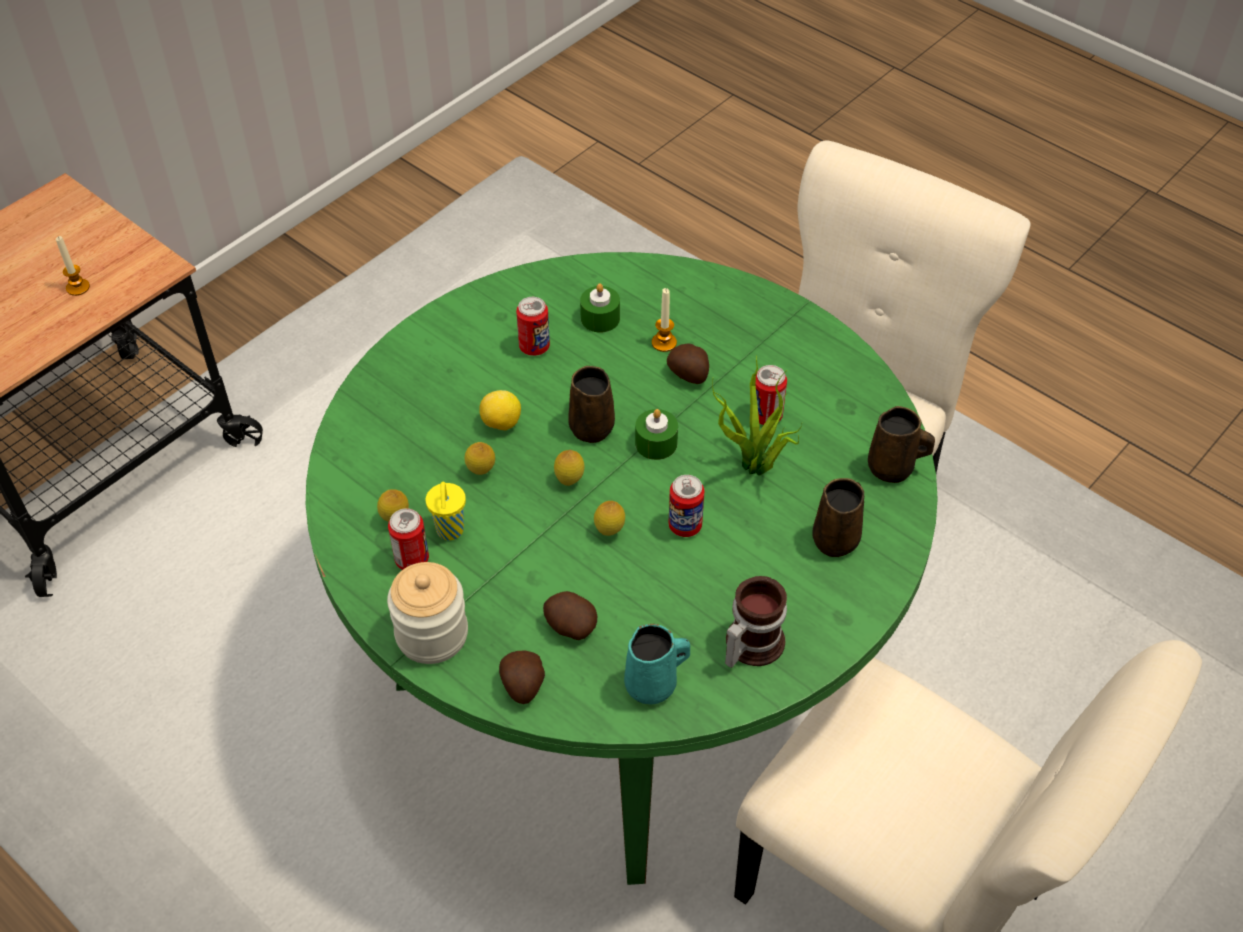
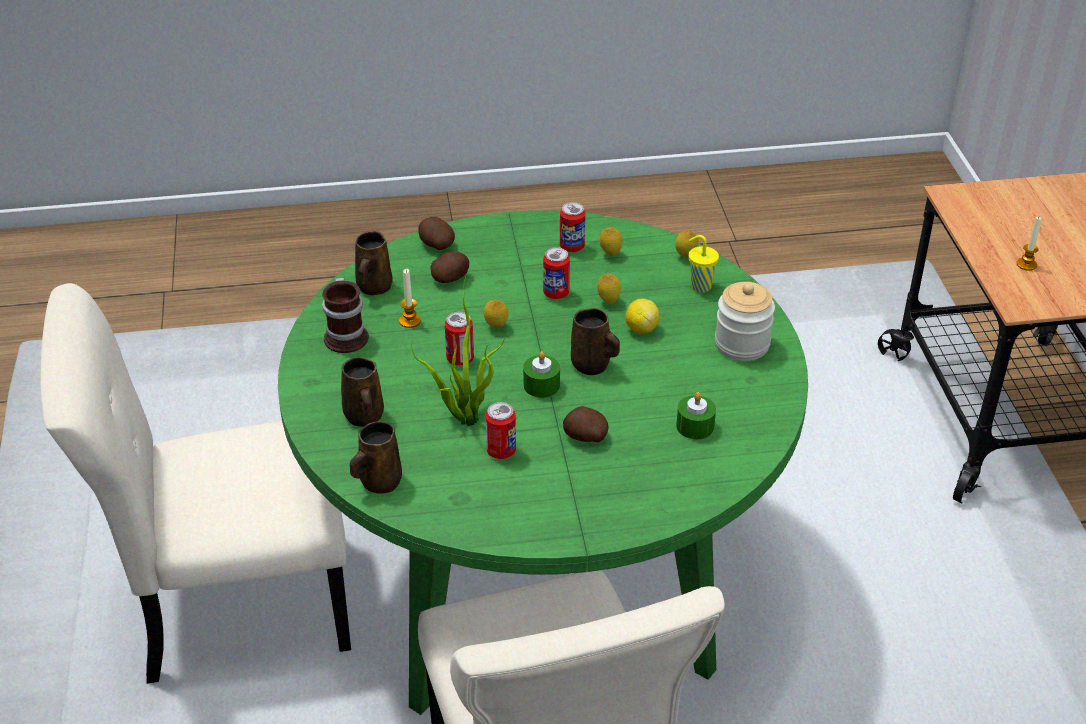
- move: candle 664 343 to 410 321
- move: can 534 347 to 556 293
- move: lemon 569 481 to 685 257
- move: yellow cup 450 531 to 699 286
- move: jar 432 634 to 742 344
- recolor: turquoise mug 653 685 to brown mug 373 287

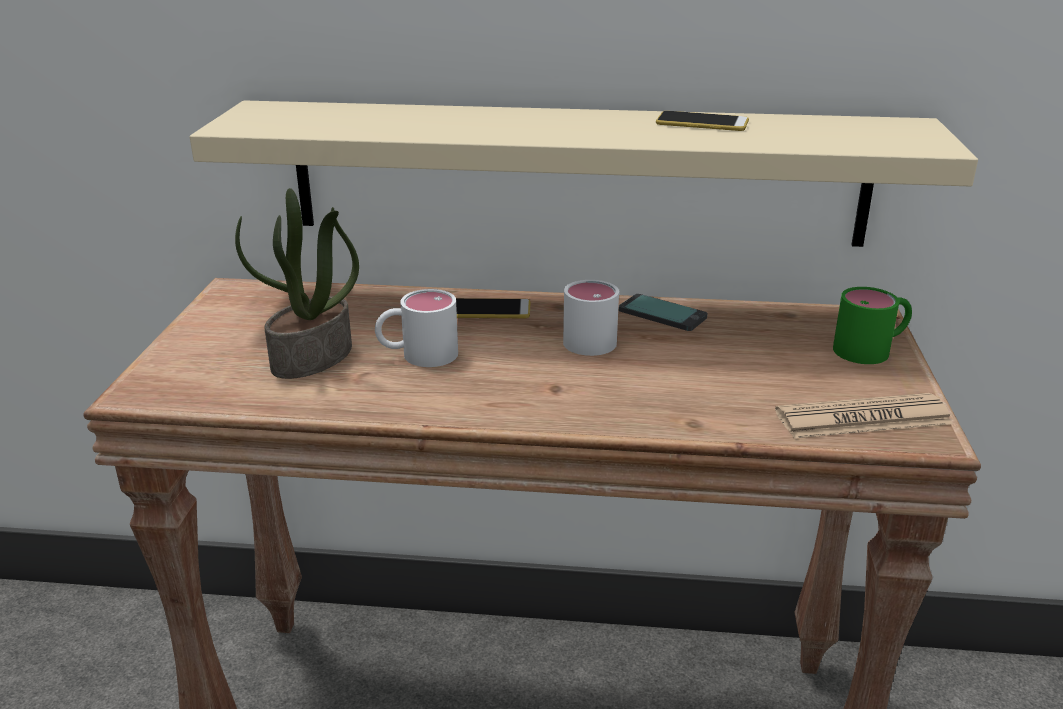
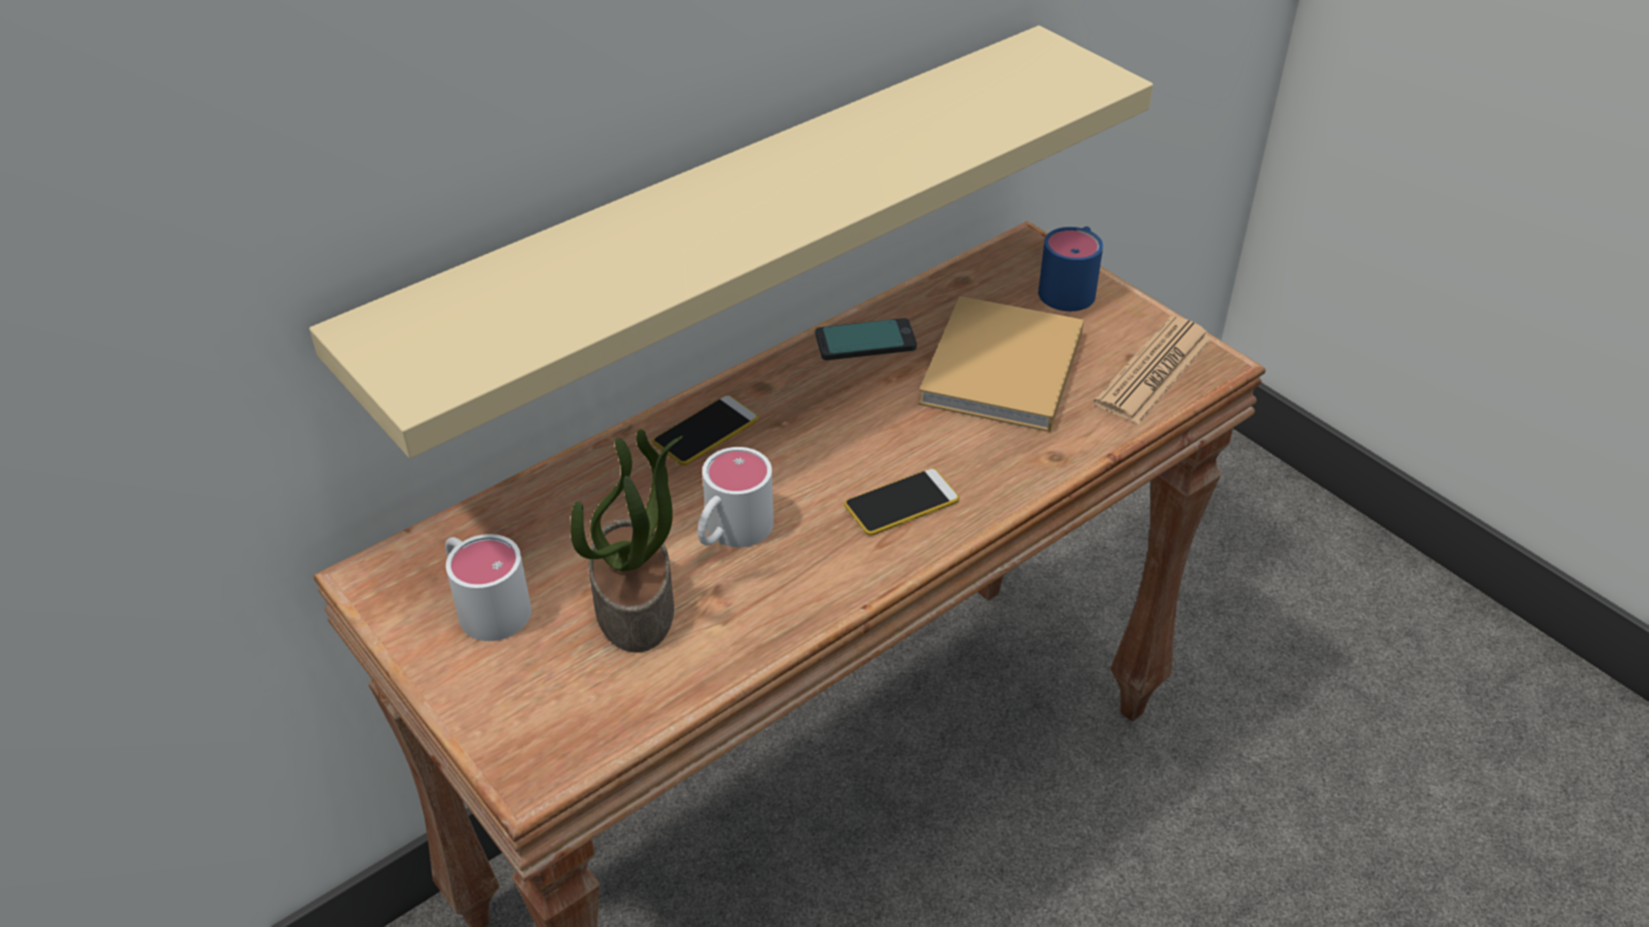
- move: phone 702 122 to 901 503
- move: white mug 589 337 to 485 604
- recolor: green mug 872 349 to blue mug 1071 286
- insert: beige book 1001 372

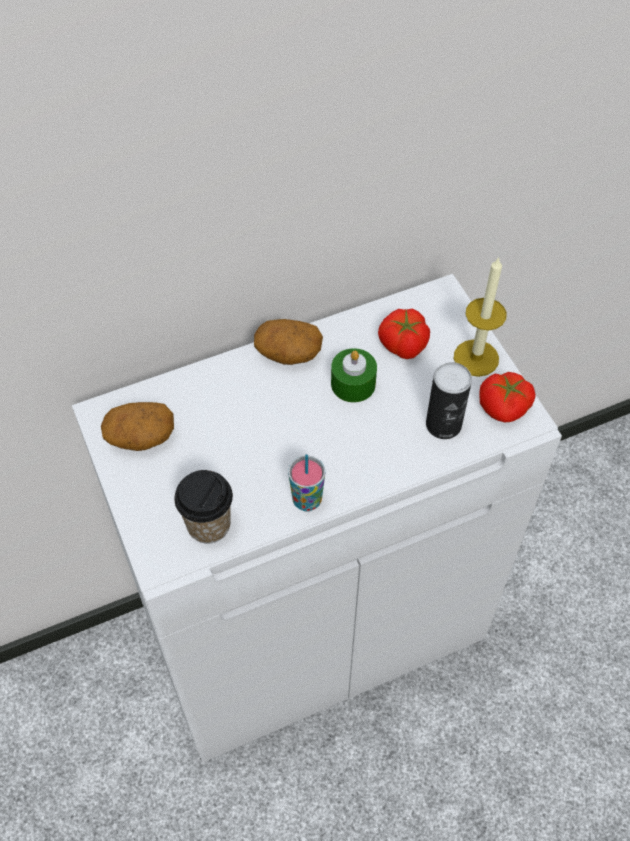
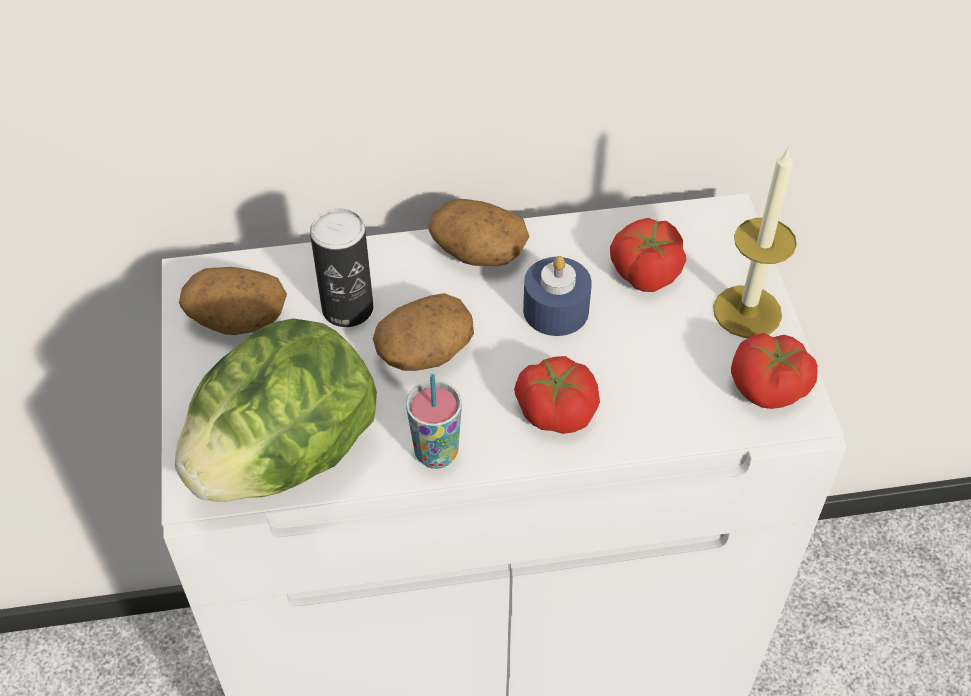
- recolor: green candle 353 384 to blue candle 556 310
- move: can 443 424 to 347 308
- replace: cup 208 525 to lettuce 286 455
- insert: potato 425 351
- insert: tomato 556 409

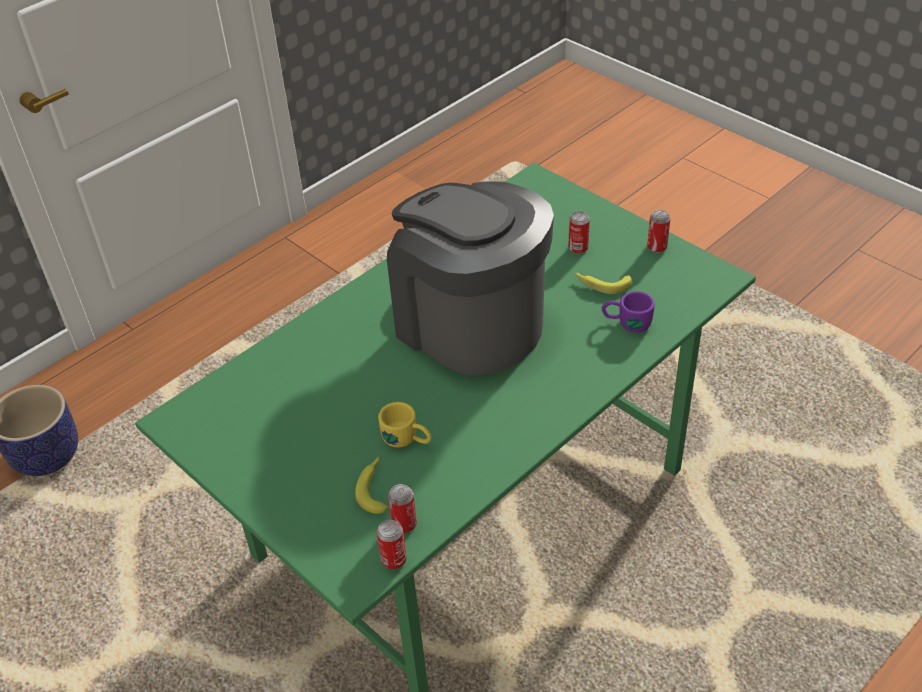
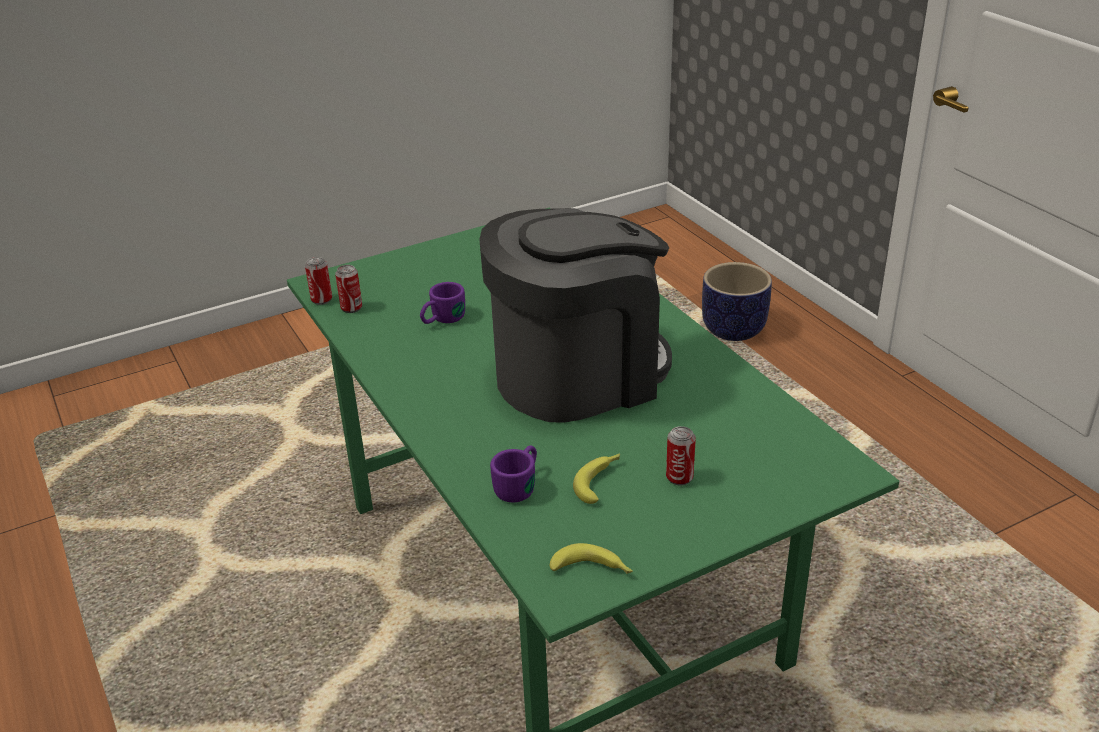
- delete: can 657 247
- recolor: yellow mug 407 439 to purple mug 442 320
- move: banana 375 488 to 593 570

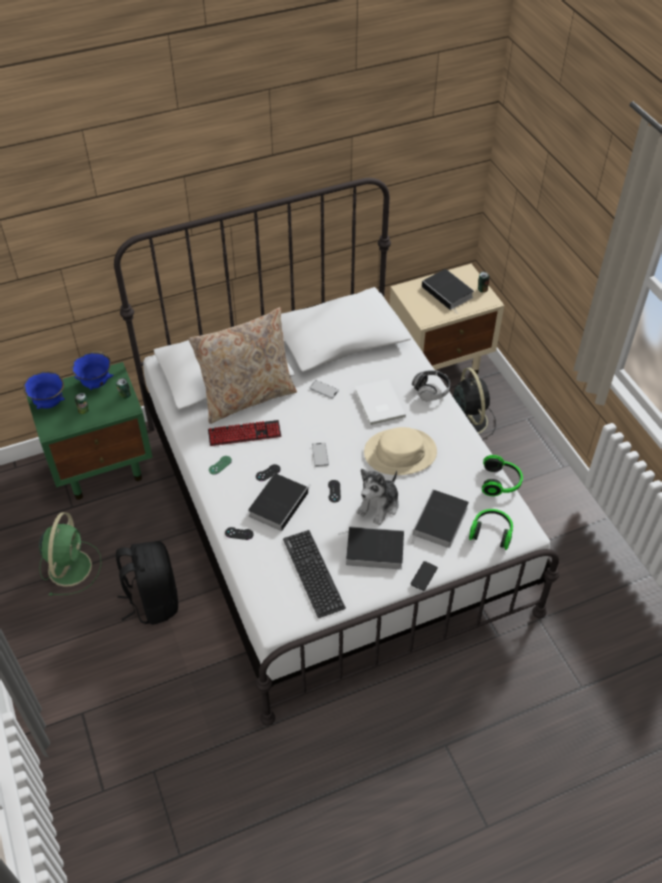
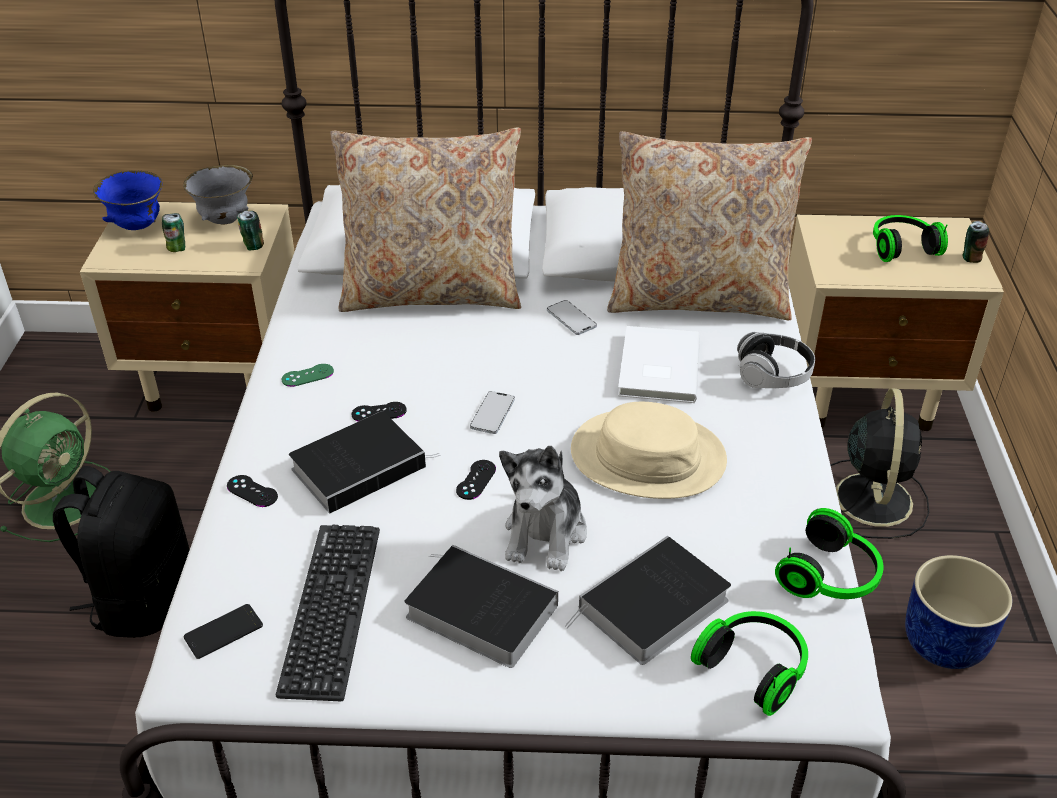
- replace: book 448 293 to headphones 901 248
- recolor: blue bowl 96 383 to grey bowl 225 220
- recolor: green nightstand 103 466 to beige nightstand 220 378
- delete: keyboard 244 434
- rotate: plush toy 379 505 = 545 533 45 degrees counterclockwise
- move: phone 424 576 to 223 632
- insert: beige pillow 698 298
- insert: blue planter 946 643

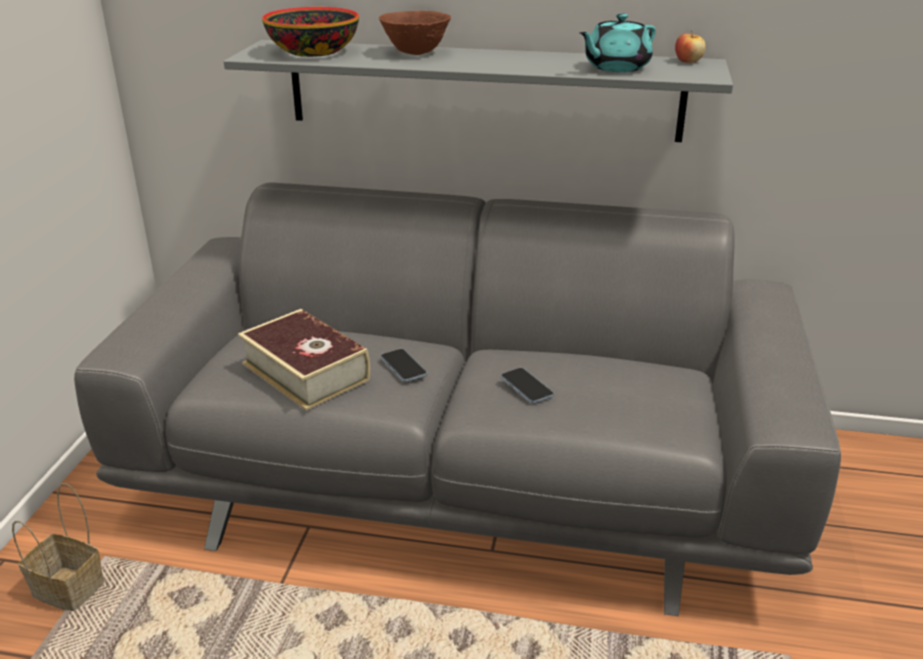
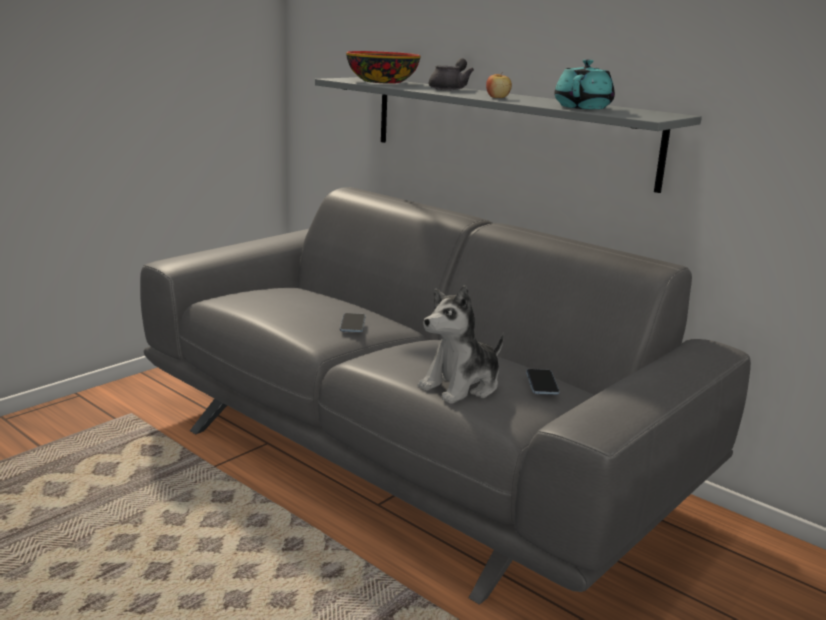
- replace: brown bowl 415 53 to grey teapot 450 89
- rotate: turquoise teapot 615 67 = 583 107 120 degrees clockwise
- move: apple 688 61 to 497 98
- delete: book 305 371
- move: phone 526 387 to 542 383
- delete: basket 71 589
- insert: plush toy 461 386

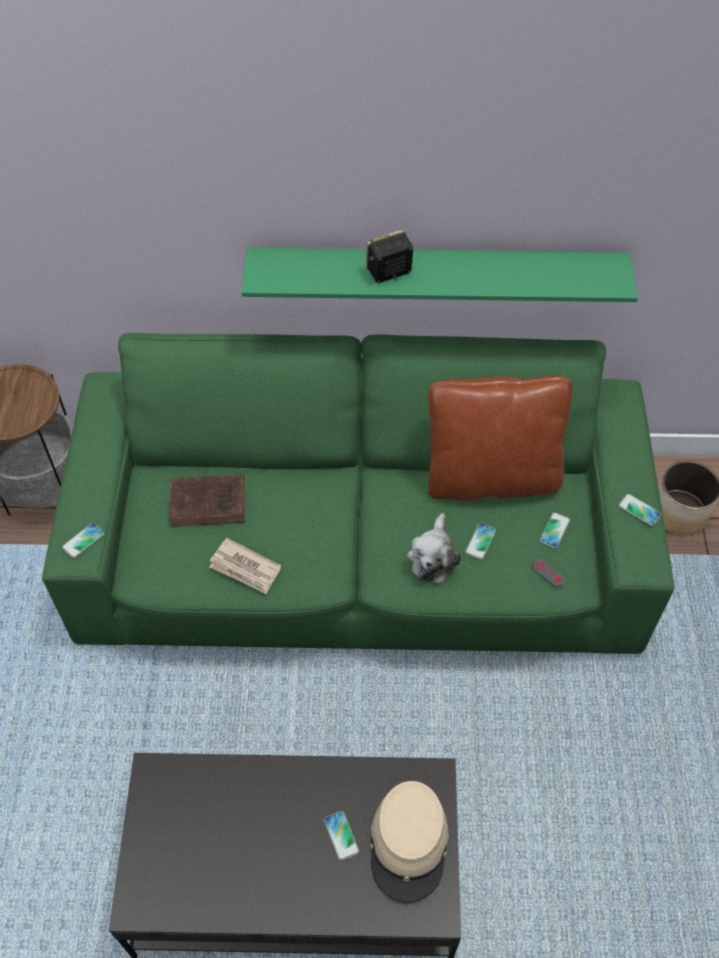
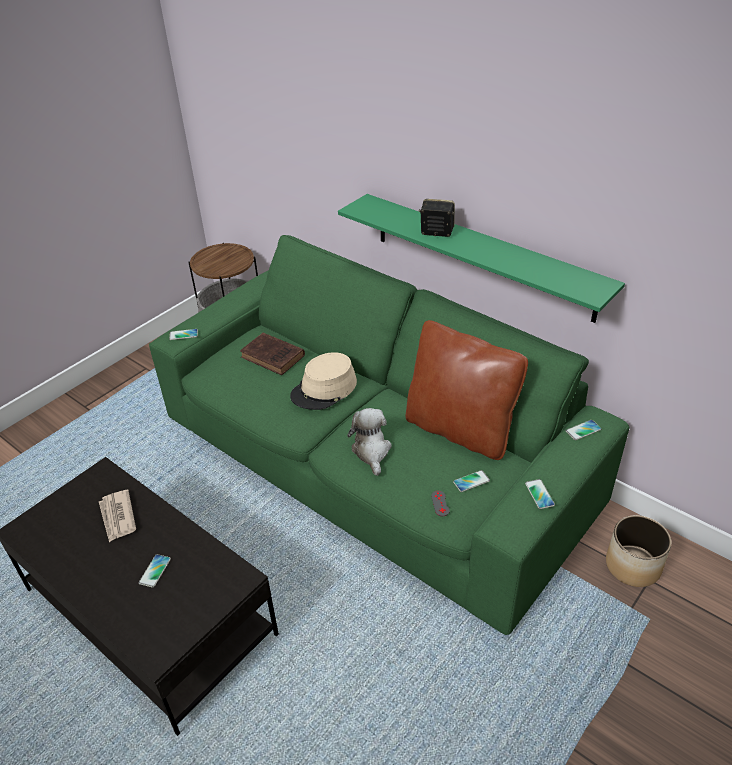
- rotate: plush toy 433 556 = 371 451 120 degrees clockwise
- move: phone 480 541 to 583 430
- move: newspaper 245 568 to 117 517
- move: beige hat 409 843 to 324 389

